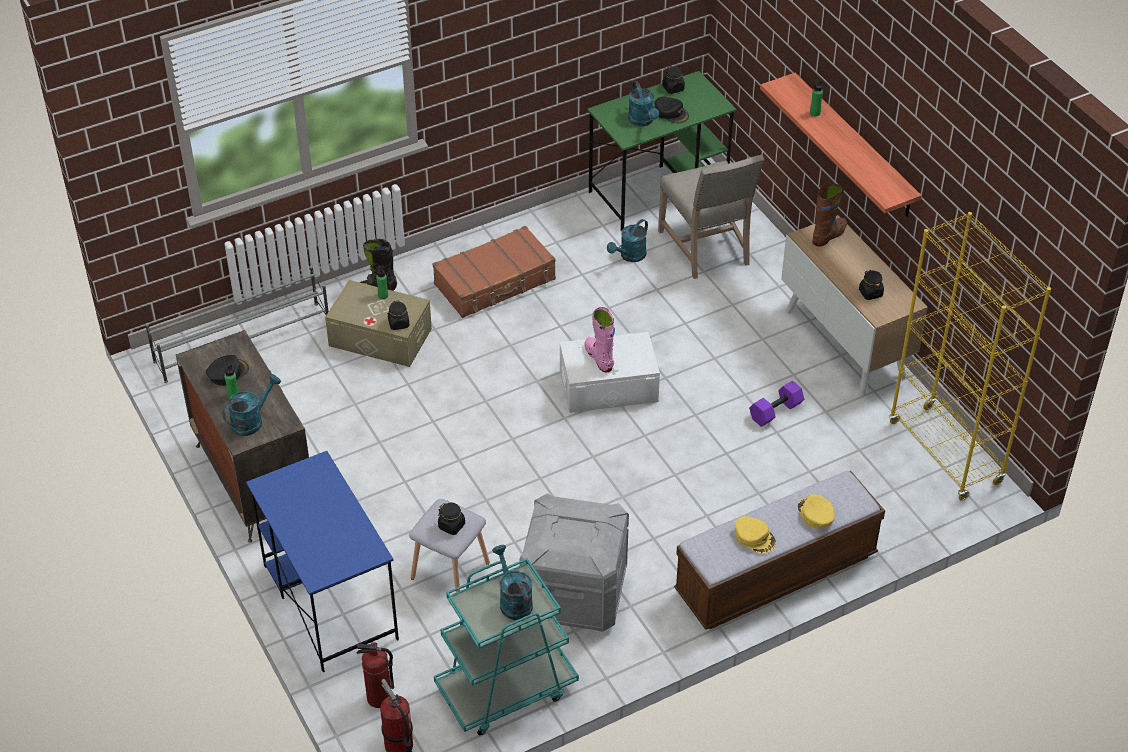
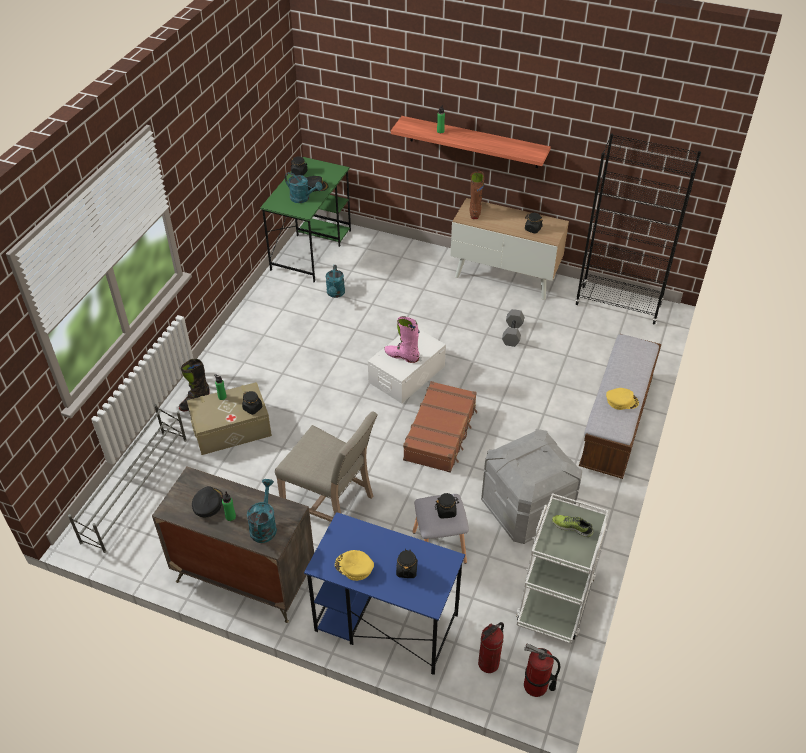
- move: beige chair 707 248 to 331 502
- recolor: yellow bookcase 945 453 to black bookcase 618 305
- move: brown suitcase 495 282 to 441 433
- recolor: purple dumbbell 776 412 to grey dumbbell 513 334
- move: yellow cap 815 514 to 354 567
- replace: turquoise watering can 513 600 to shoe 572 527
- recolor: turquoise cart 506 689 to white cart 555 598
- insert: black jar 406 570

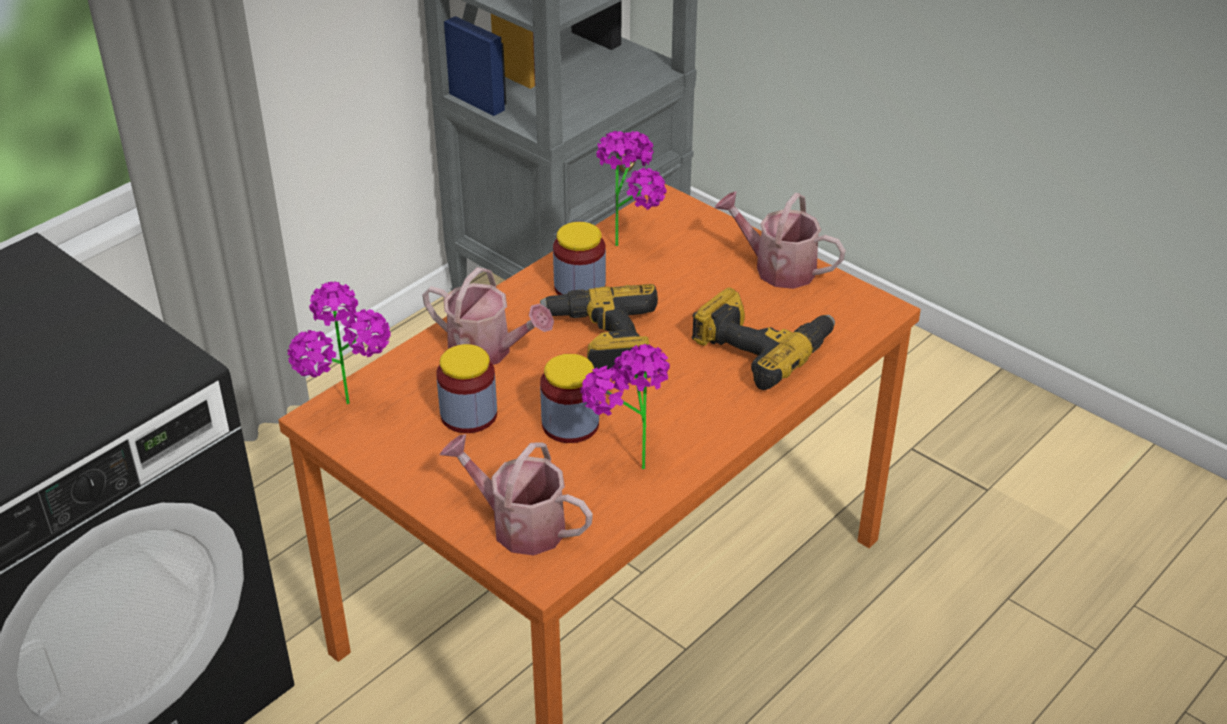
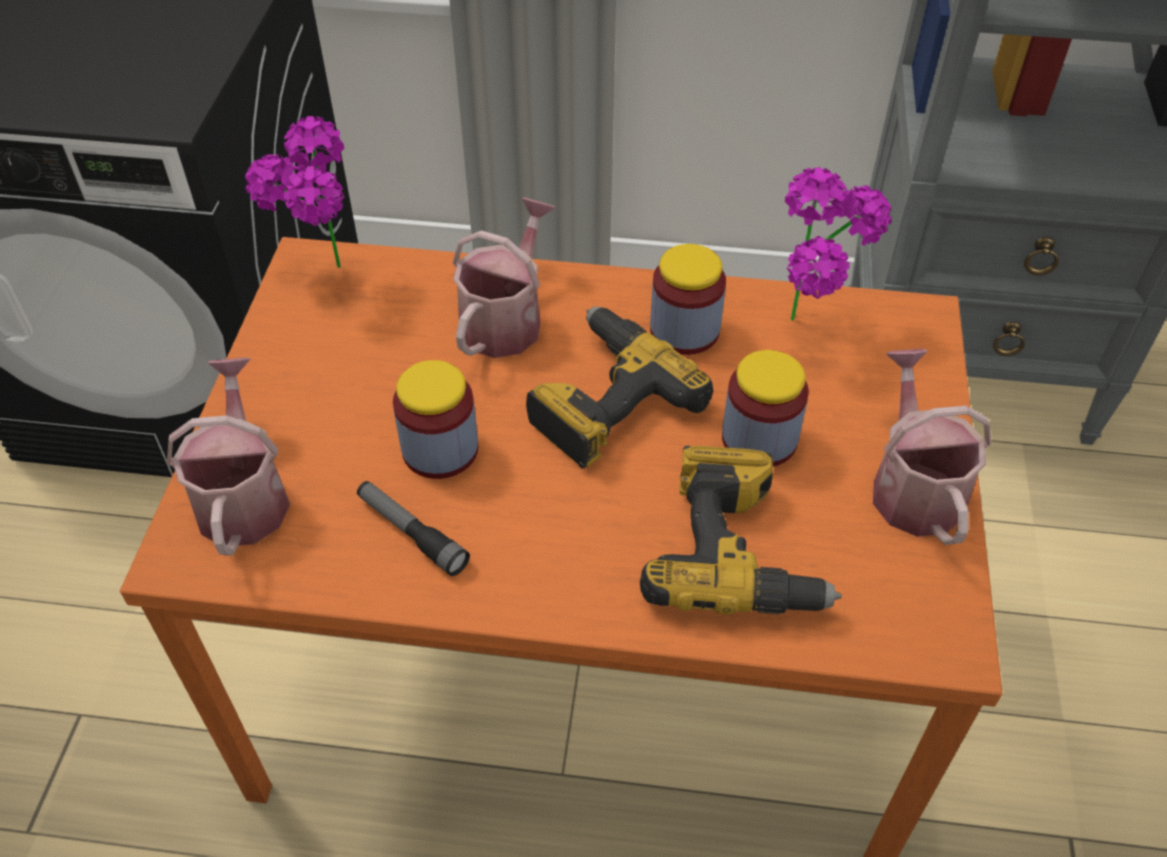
- rotate: watering can 488 351 = 506 319 150 degrees counterclockwise
- move: jar 468 415 to 759 439
- replace: potted plant 625 462 to flashlight 411 533

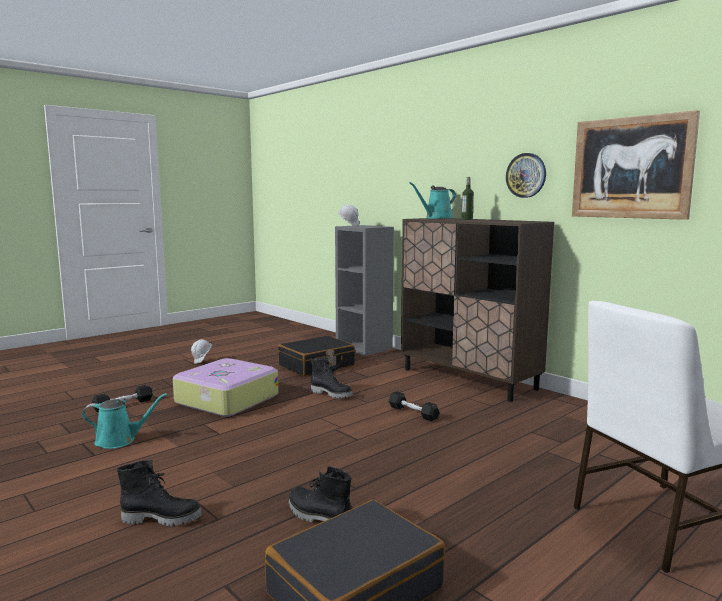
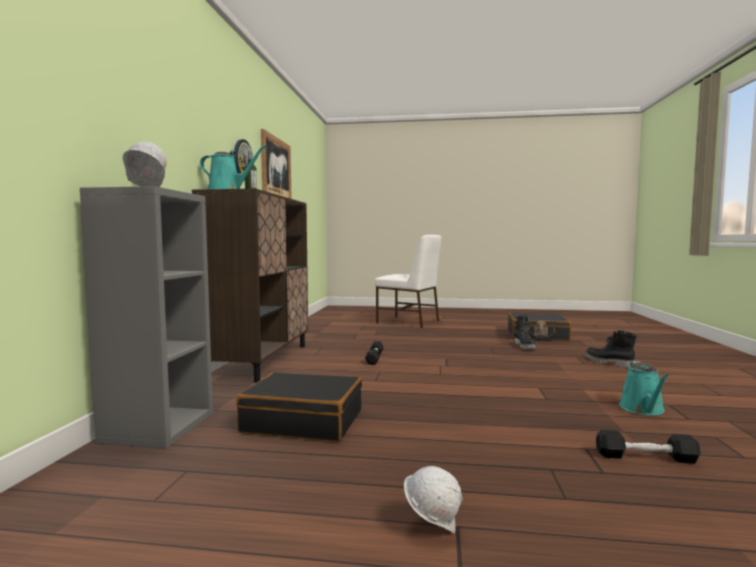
- delete: black boot 332 394
- delete: suitcase 225 399
- rotate: turquoise watering can 119 440 = 643 409 120 degrees counterclockwise

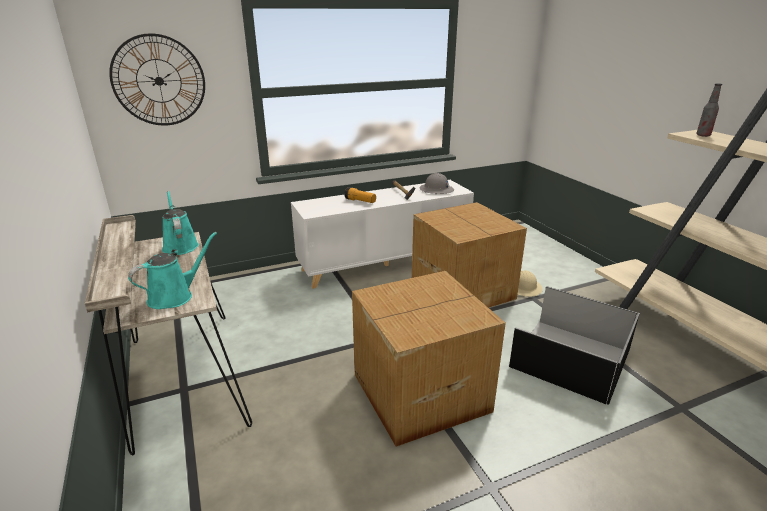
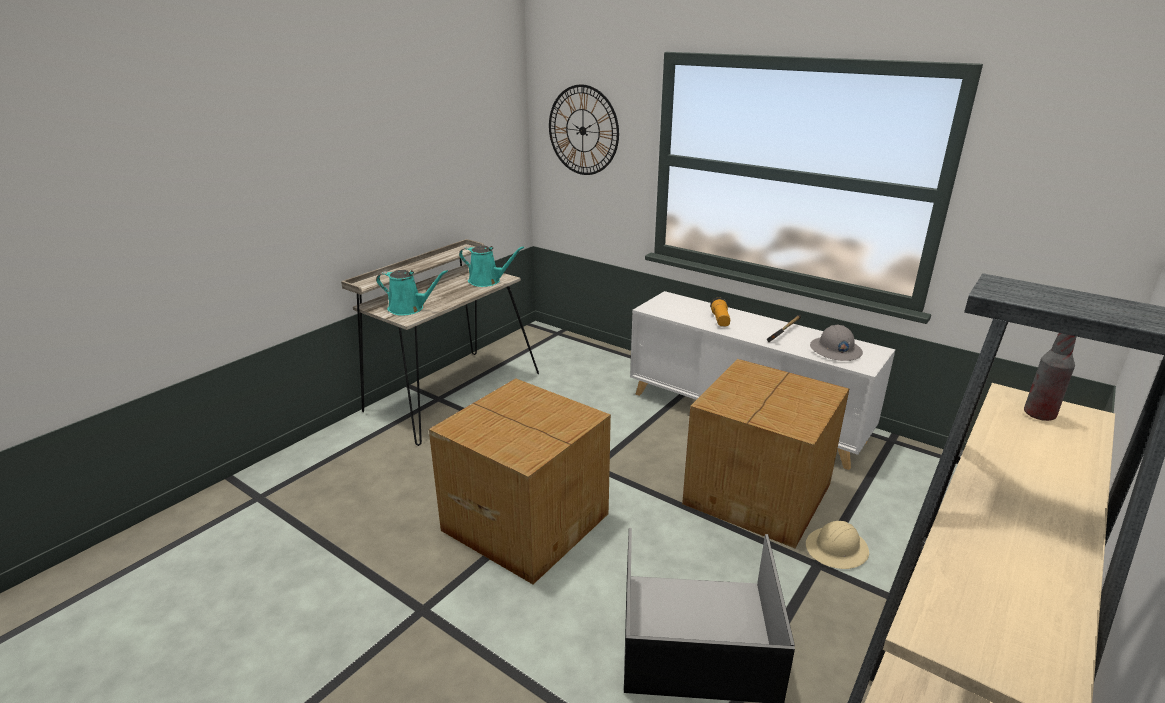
- rotate: turquoise watering can 180 246 = 487 281 75 degrees clockwise

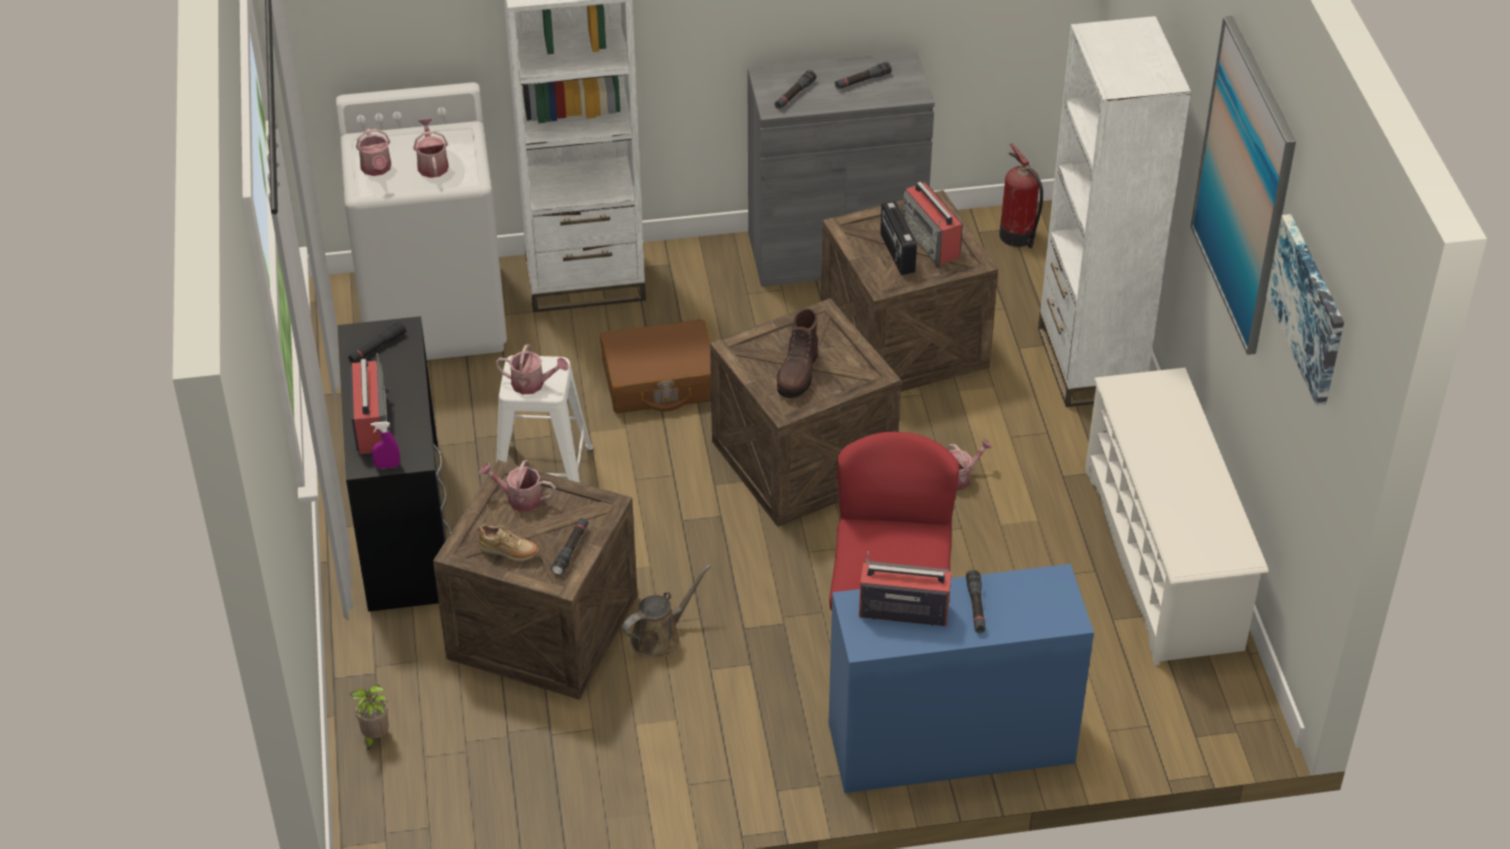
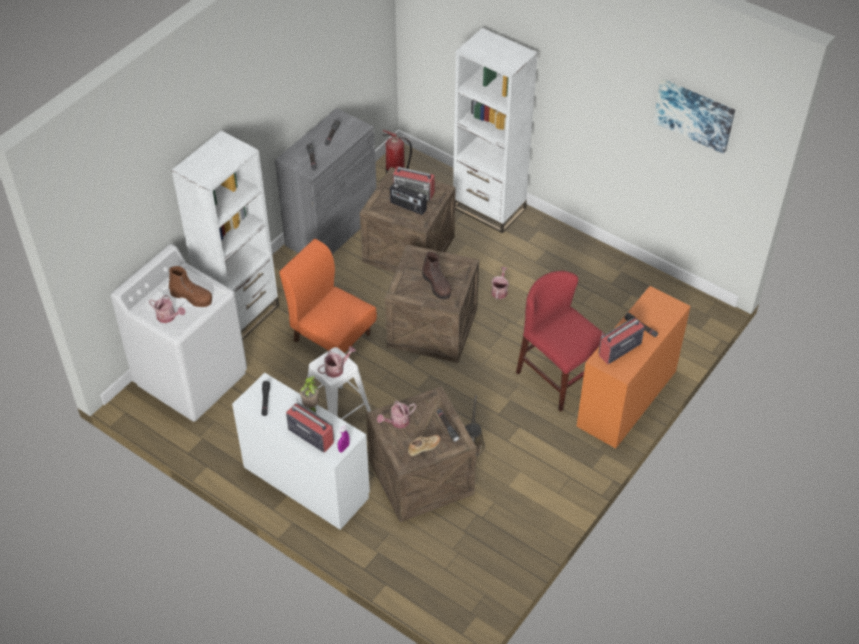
- delete: picture 1244 186
- replace: watering can 432 164 to brown boot 192 297
- recolor: black desk 403 526 to white desk 305 482
- replace: brown suitcase 660 381 to orange chair 331 336
- delete: white shoe rack 1163 559
- recolor: blue desk 950 744 to orange desk 627 399
- move: potted plant 374 737 to 311 407

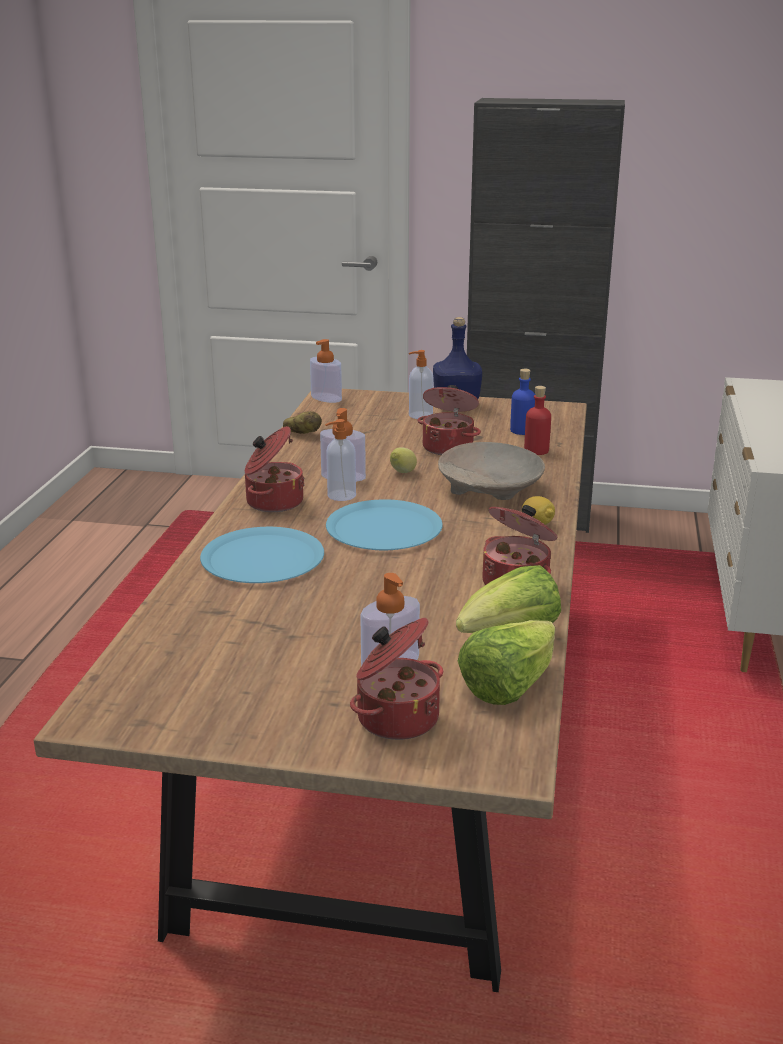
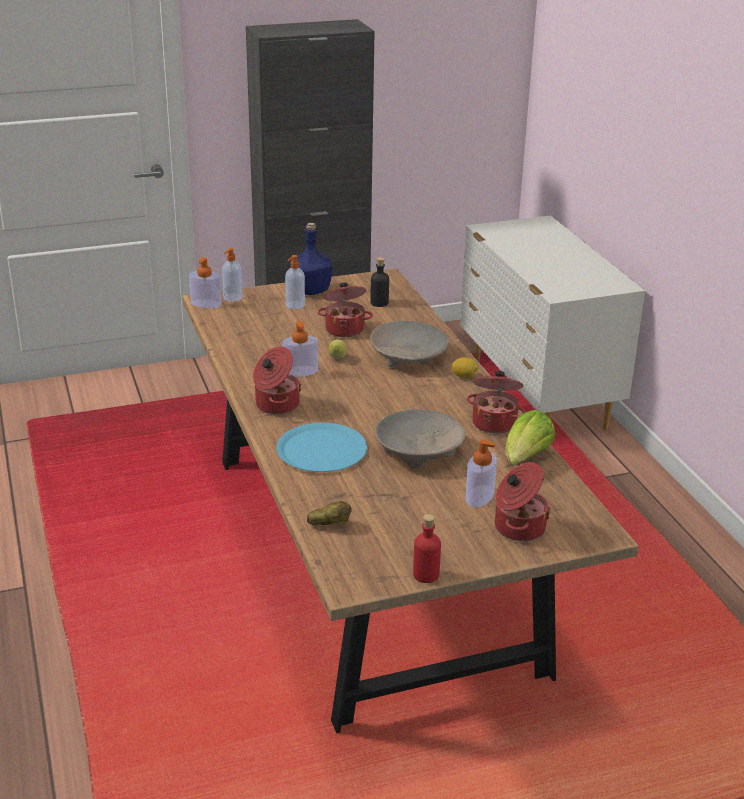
- recolor: blue bottle 522 430 to black bottle 379 303
- move: red bottle 536 450 to 426 575
- move: potato 303 434 to 329 524
- move: soap dispenser 340 496 to 232 298
- delete: blue plate 384 528
- delete: lettuce 508 686
- insert: beige bowl 418 451

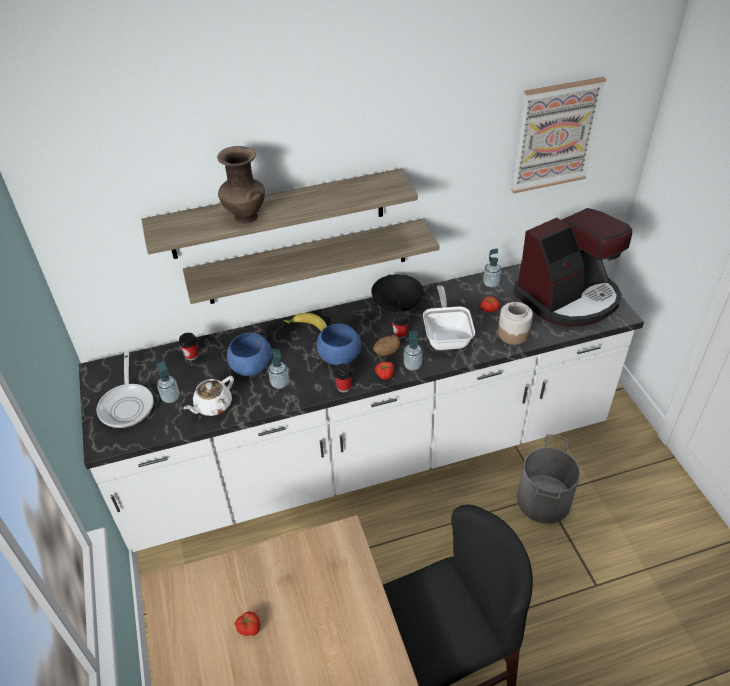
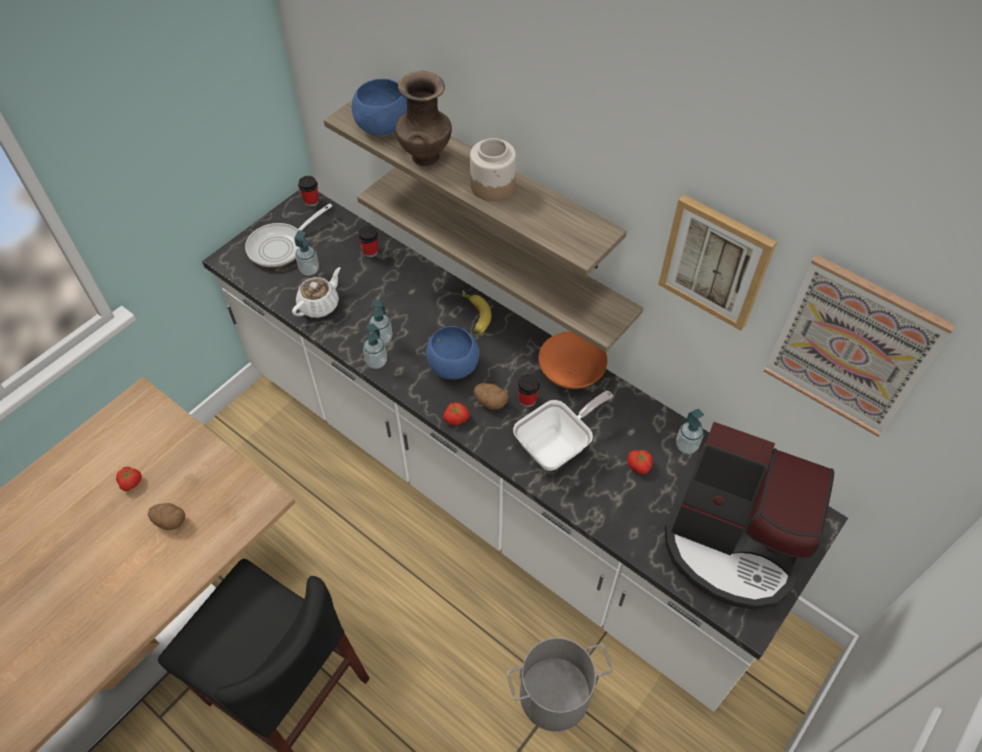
- recolor: black bowl 396 305 to orange bowl 570 372
- move: jar 513 333 to 493 186
- move: soap dispenser 412 365 to 376 361
- move: blue bowl 250 367 to 382 126
- move: cup 344 387 to 311 201
- rotate: white teapot 212 405 = 320 305 120 degrees clockwise
- insert: picture 715 262
- insert: potato 170 521

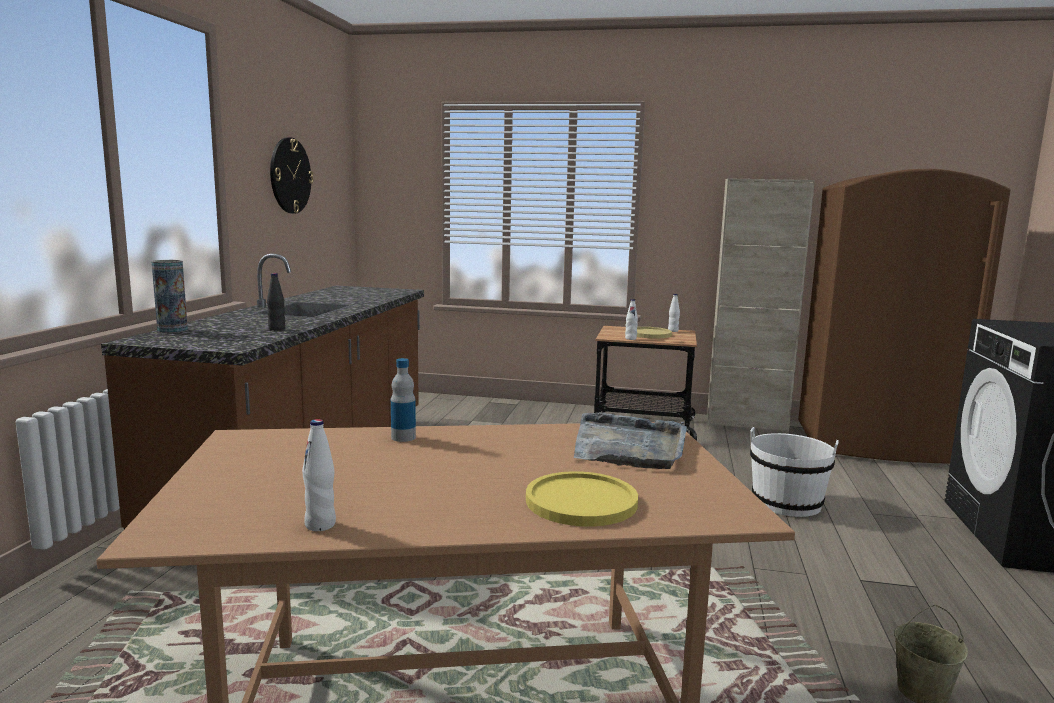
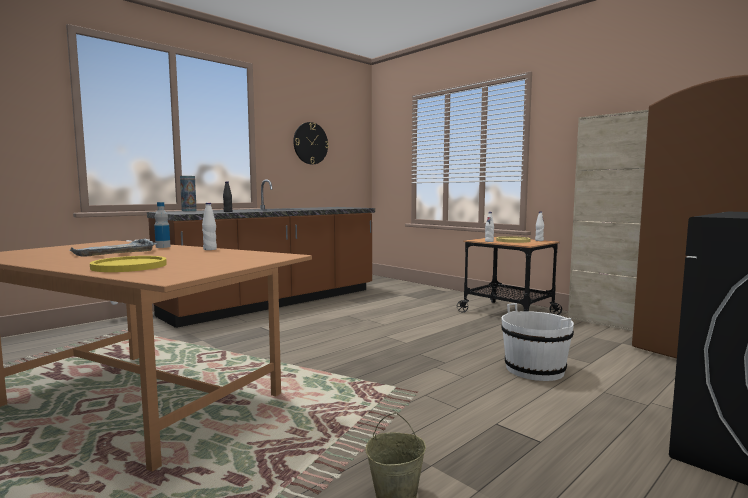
- move: grey tray 629 446 to 114 251
- move: white bottle 320 525 to 210 249

